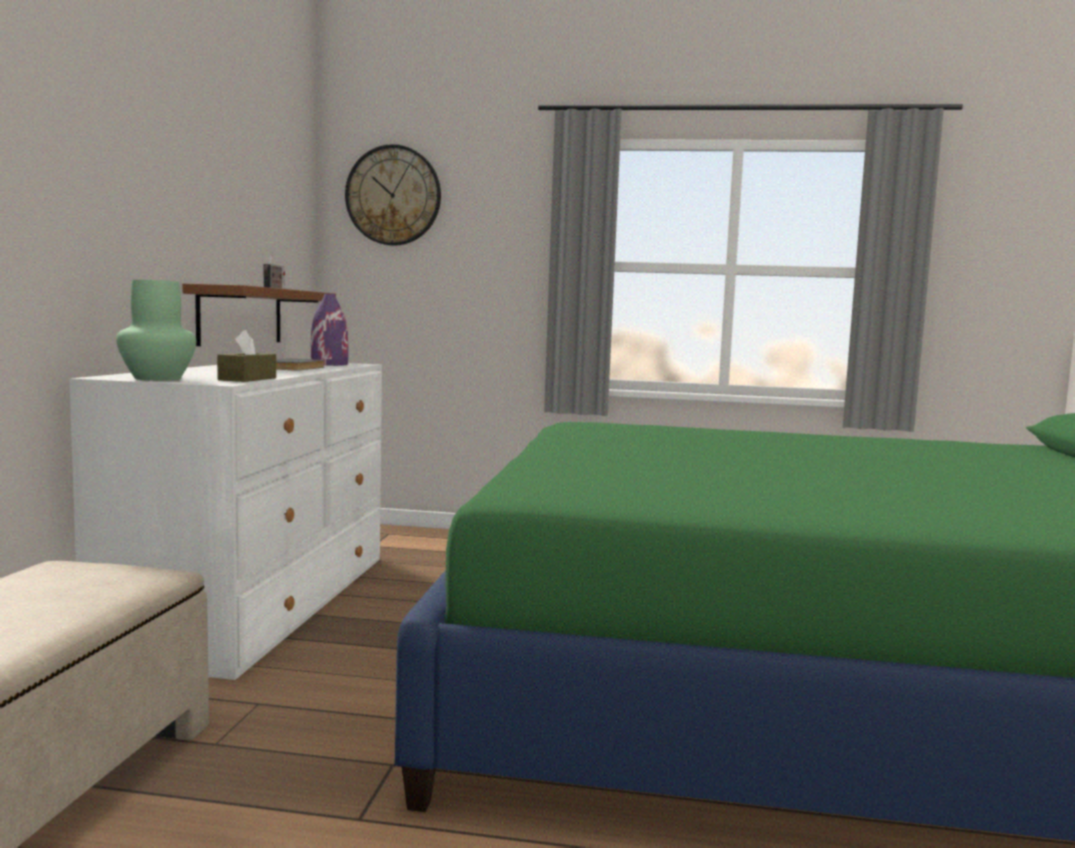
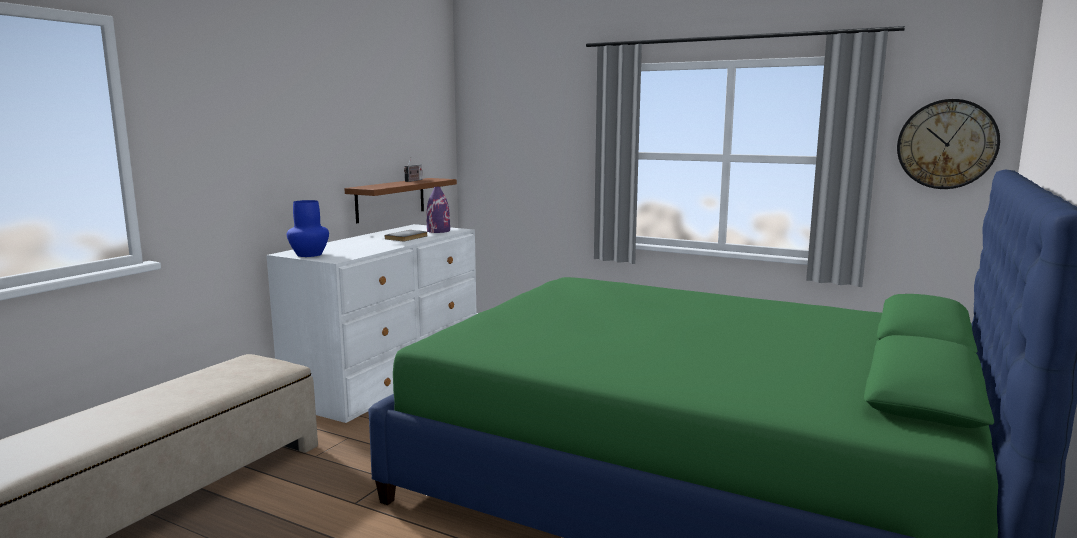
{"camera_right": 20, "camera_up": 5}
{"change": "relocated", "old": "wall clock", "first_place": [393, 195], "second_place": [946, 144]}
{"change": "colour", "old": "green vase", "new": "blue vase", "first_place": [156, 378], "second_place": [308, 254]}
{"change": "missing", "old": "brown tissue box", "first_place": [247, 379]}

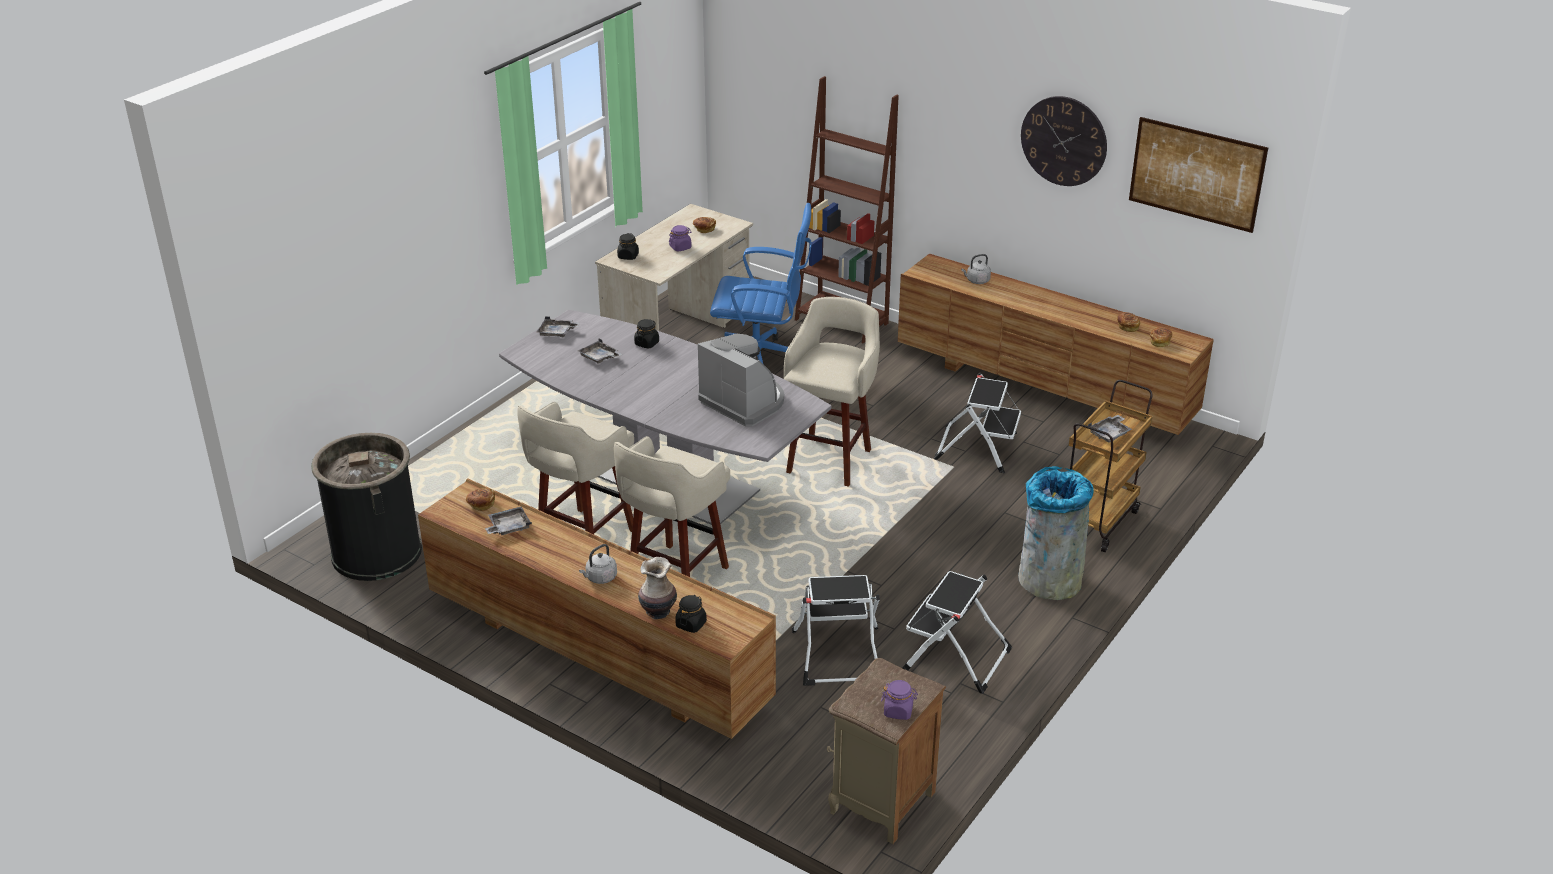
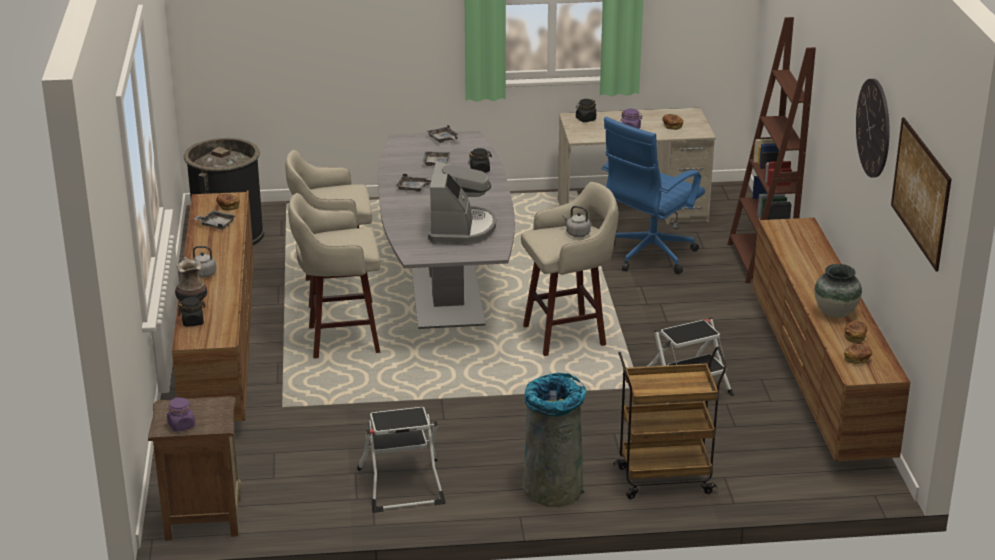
{"camera_right": 50, "camera_up": -5}
{"change": "spun", "old": "blue office chair", "first_place": [762, 361], "second_place": [648, 256], "degrees": 75}
{"change": "relocated", "old": "grey kettle", "first_place": [976, 281], "second_place": [576, 233]}
{"change": "relocated", "old": "grey tray", "first_place": [1110, 434], "second_place": [414, 188]}
{"change": "missing", "old": "step ladder", "first_place": [838, 653]}
{"change": "appeared", "new": "vase", "second_place": [835, 313]}

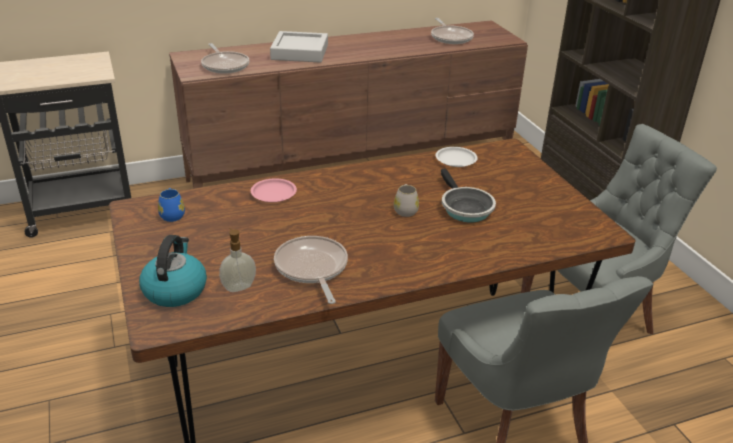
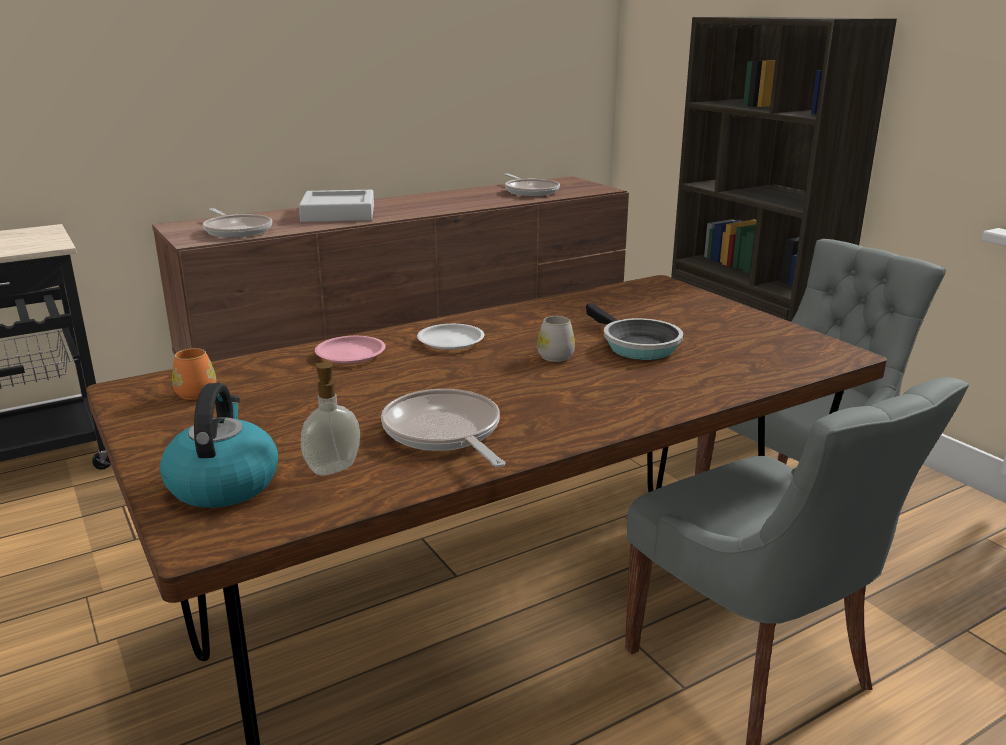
{"camera_right": -10, "camera_up": -10}
{"change": "relocated", "old": "white plate", "first_place": [456, 160], "second_place": [451, 341]}
{"change": "colour", "old": "blue mug", "new": "orange mug", "first_place": [172, 214], "second_place": [195, 391]}

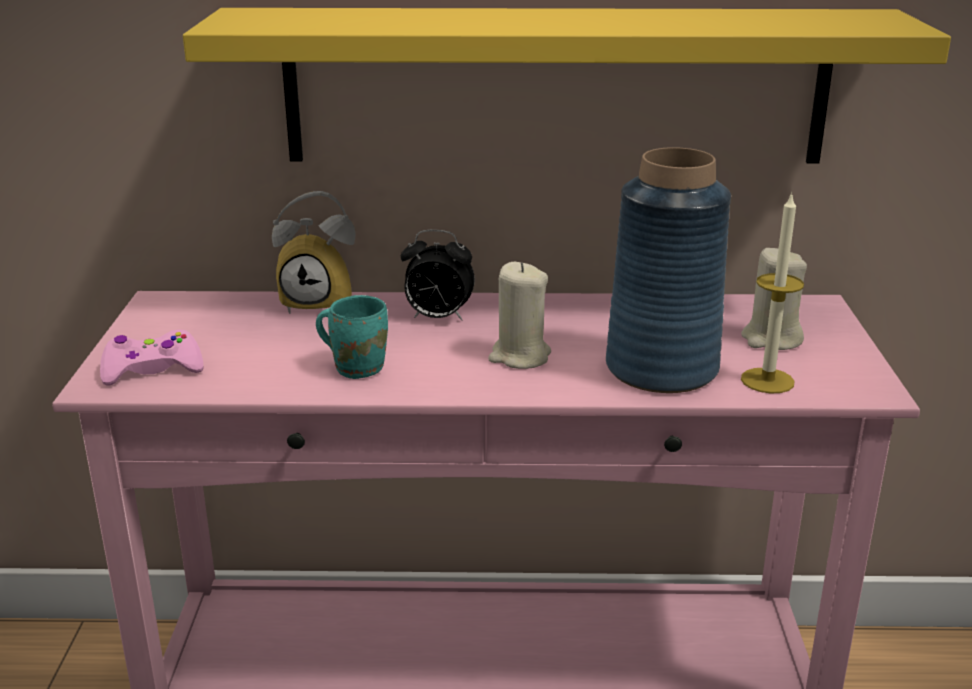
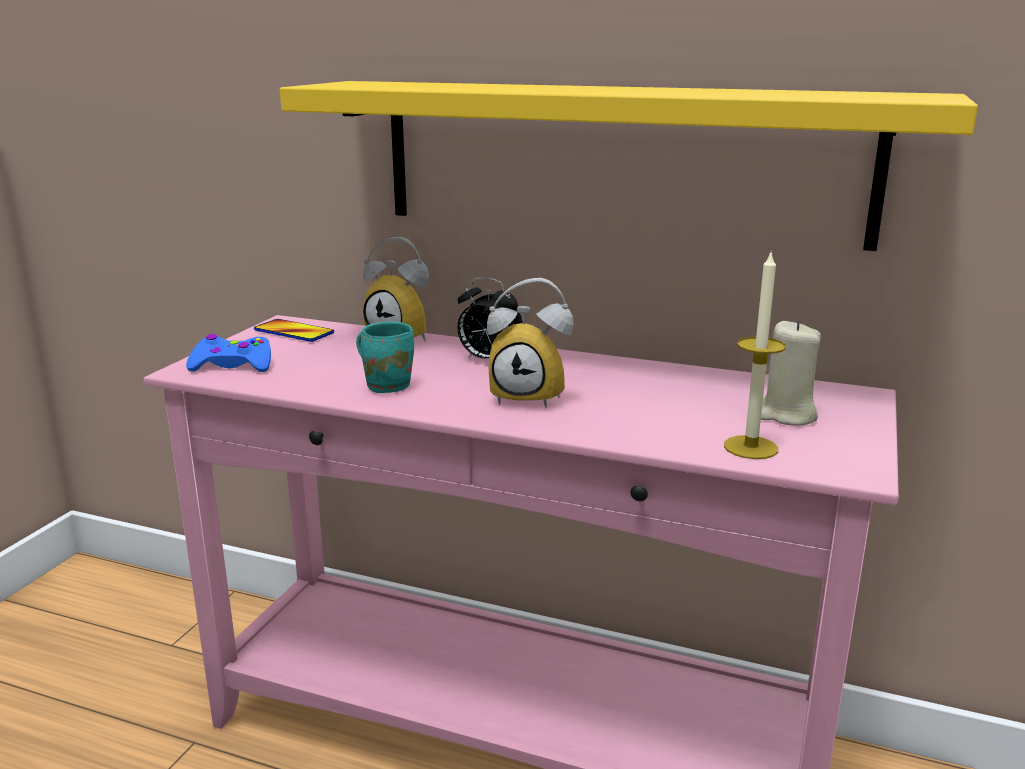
{"camera_right": 20, "camera_up": -5}
{"change": "missing", "old": "blue vase", "first_place": [662, 368]}
{"change": "exchanged", "old": "beige candle", "new": "alarm clock", "first_place": [519, 357], "second_place": [531, 396]}
{"change": "colour", "old": "pink game controller", "new": "blue game controller", "first_place": [152, 369], "second_place": [233, 365]}
{"change": "appeared", "new": "phone", "second_place": [294, 332]}

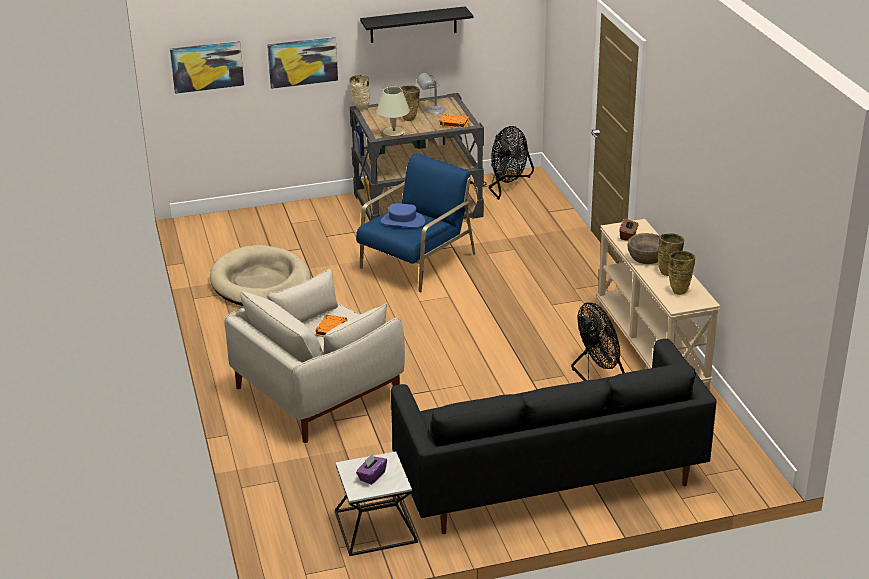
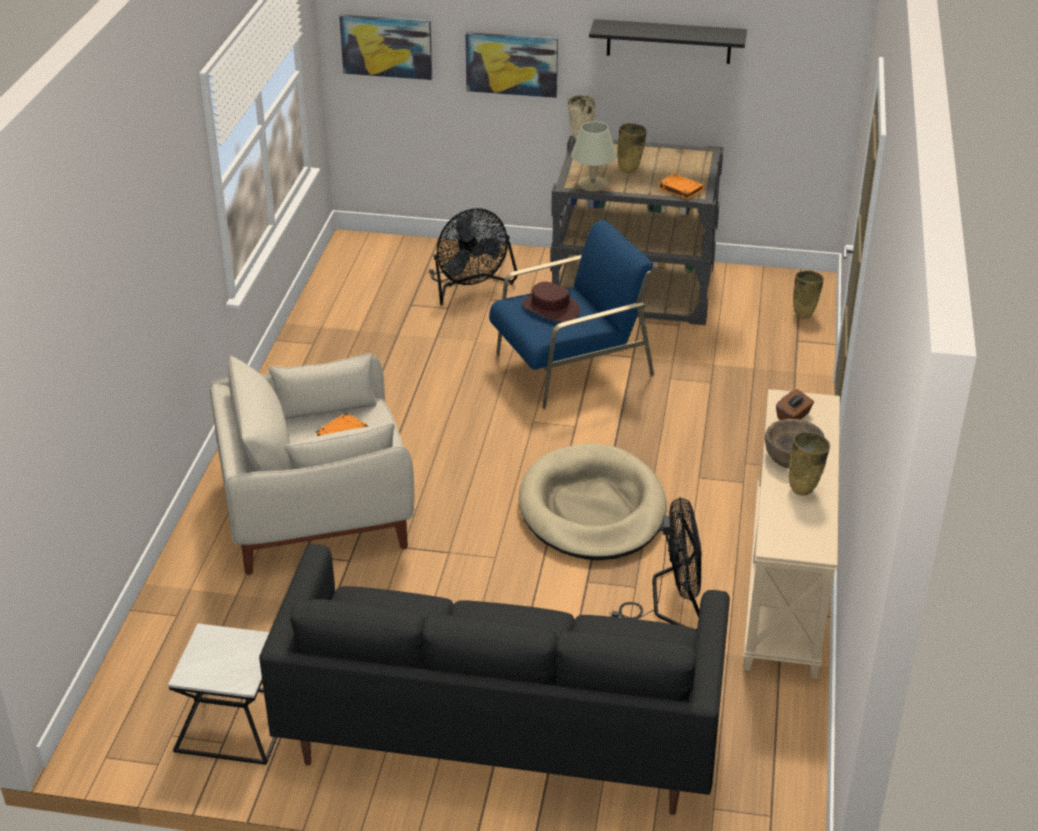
{"camera_right": 25, "camera_up": 5}
{"change": "missing", "old": "grey table lamp", "first_place": [431, 110]}
{"change": "relocated", "old": "black fan", "first_place": [502, 186], "second_place": [466, 287]}
{"change": "colour", "old": "blue hat", "new": "brown hat", "first_place": [402, 221], "second_place": [550, 308]}
{"change": "relocated", "old": "beige dog bed", "first_place": [261, 282], "second_place": [592, 509]}
{"change": "relocated", "old": "beige vase", "first_place": [679, 290], "second_place": [804, 314]}
{"change": "missing", "old": "purple tissue box", "first_place": [371, 476]}

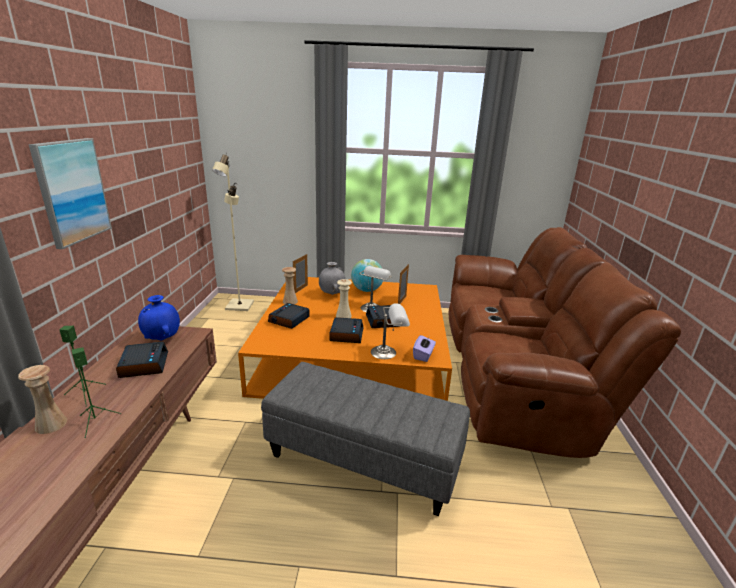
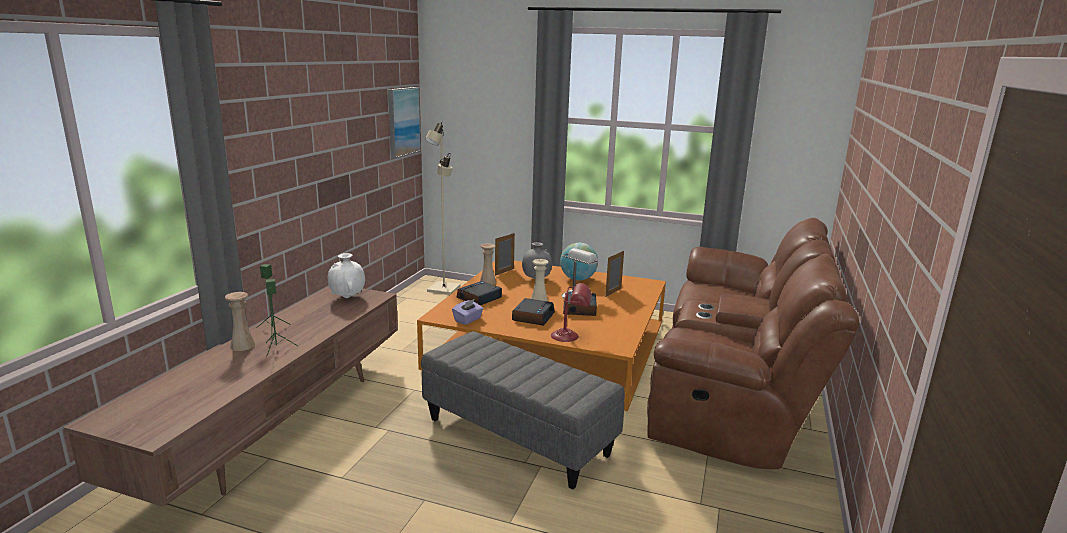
{"camera_right": 15, "camera_up": -5}
{"change": "relocated", "old": "picture", "first_place": [72, 191], "second_place": [403, 121]}
{"change": "colour", "old": "blue vase", "new": "white vase", "first_place": [162, 339], "second_place": [347, 297]}
{"change": "colour", "old": "white table lamp", "new": "red table lamp", "first_place": [389, 352], "second_place": [570, 336]}
{"change": "relocated", "old": "purple tissue box", "first_place": [423, 355], "second_place": [468, 320]}
{"change": "missing", "old": "alarm clock", "first_place": [143, 364]}

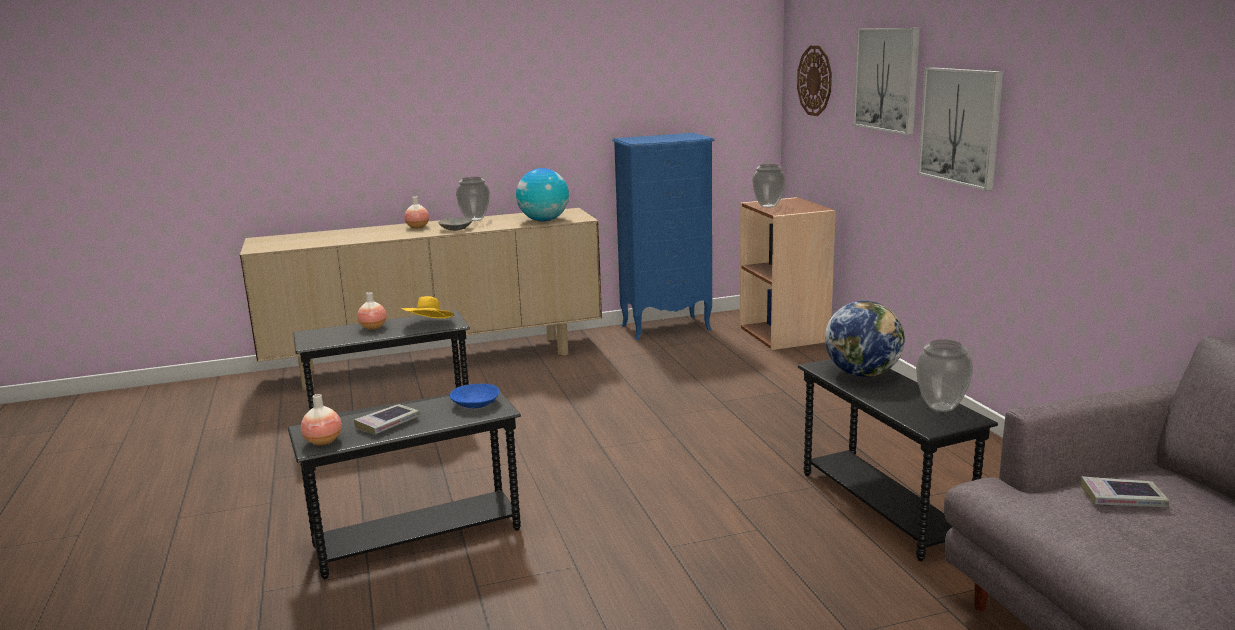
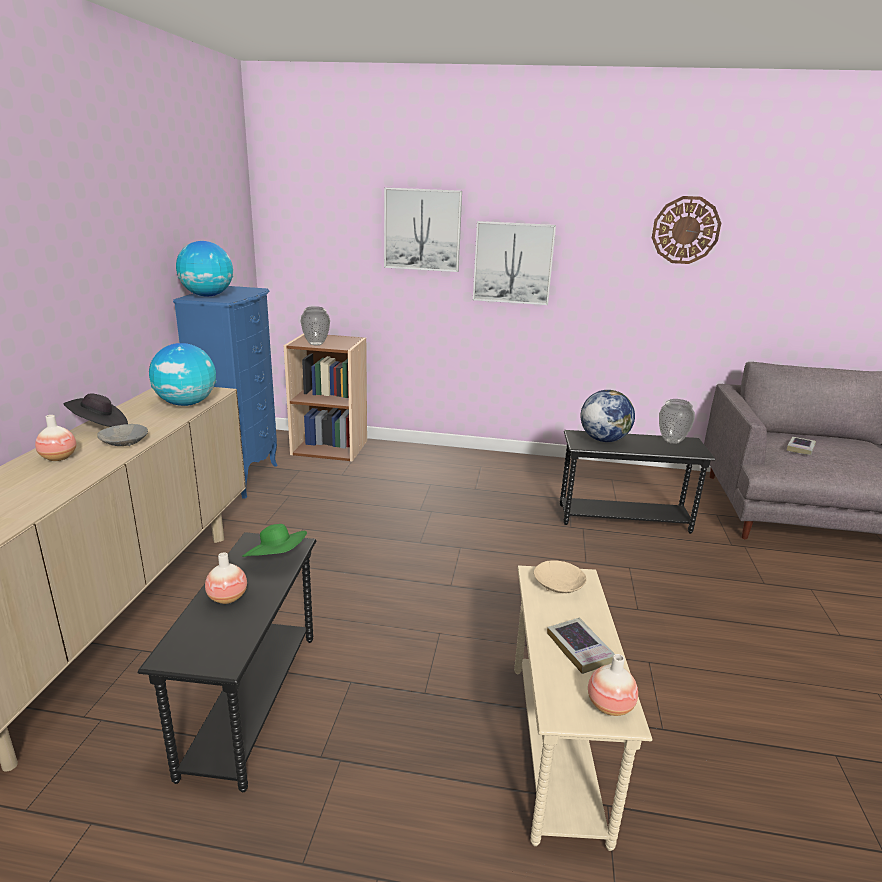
{"camera_right": -65, "camera_up": 5}
{"change": "relocated", "old": "wall clock", "first_place": [815, 80], "second_place": [685, 230]}
{"change": "exchanged", "old": "vase", "new": "black hat", "first_place": [474, 220], "second_place": [99, 426]}
{"change": "colour", "old": "yellow hat", "new": "green hat", "first_place": [429, 325], "second_place": [277, 559]}
{"change": "colour", "old": "blue bowl", "new": "beige bowl", "first_place": [475, 404], "second_place": [558, 586]}
{"change": "colour", "old": "black side table", "new": "beige side table", "first_place": [417, 538], "second_place": [555, 748]}
{"change": "appeared", "new": "globe", "second_place": [207, 296]}

